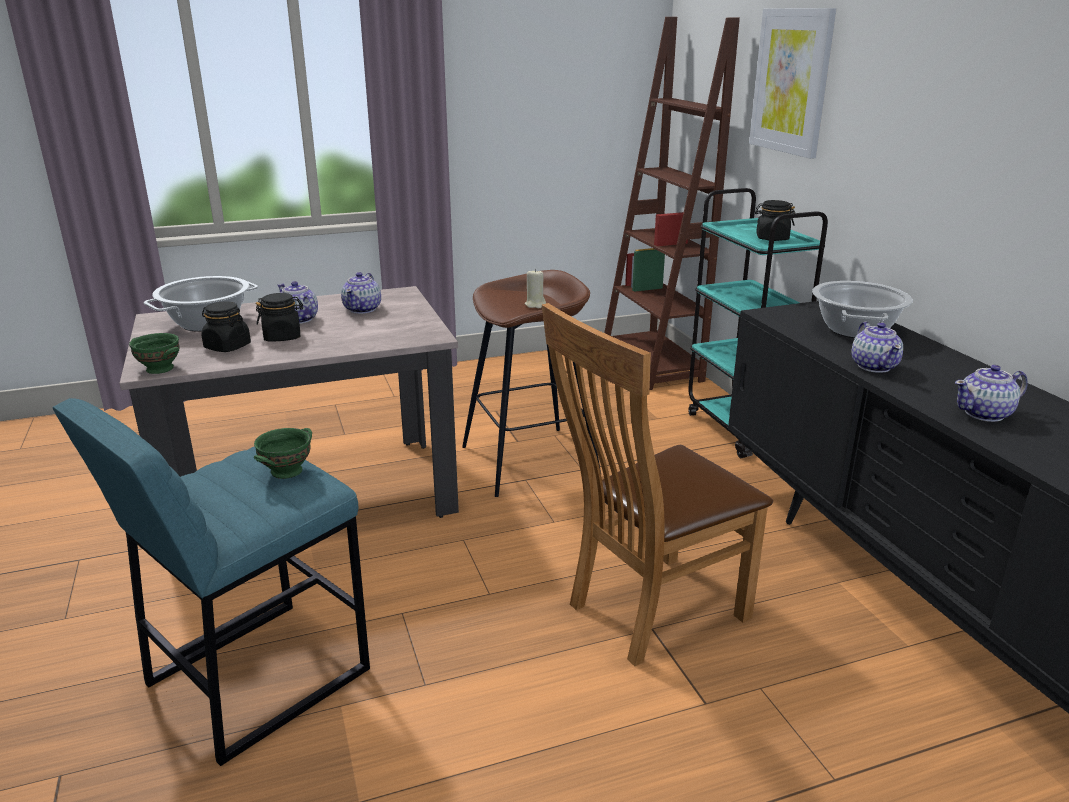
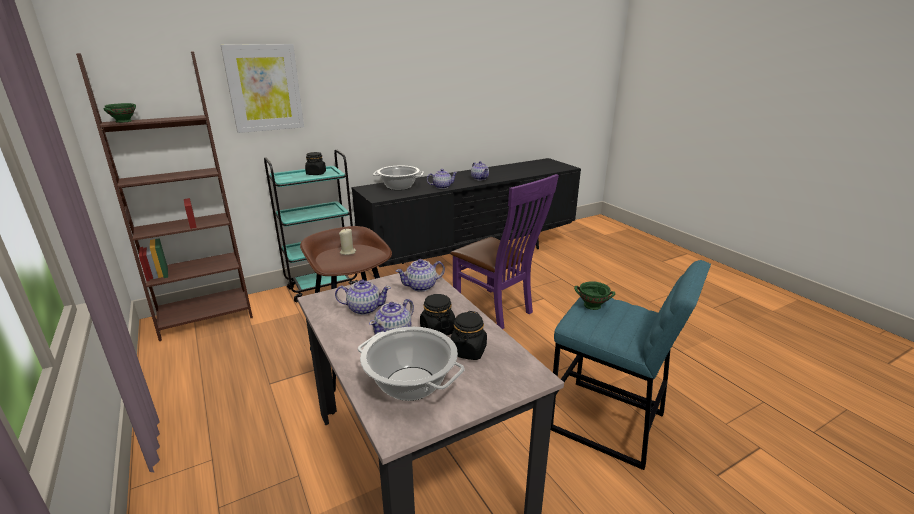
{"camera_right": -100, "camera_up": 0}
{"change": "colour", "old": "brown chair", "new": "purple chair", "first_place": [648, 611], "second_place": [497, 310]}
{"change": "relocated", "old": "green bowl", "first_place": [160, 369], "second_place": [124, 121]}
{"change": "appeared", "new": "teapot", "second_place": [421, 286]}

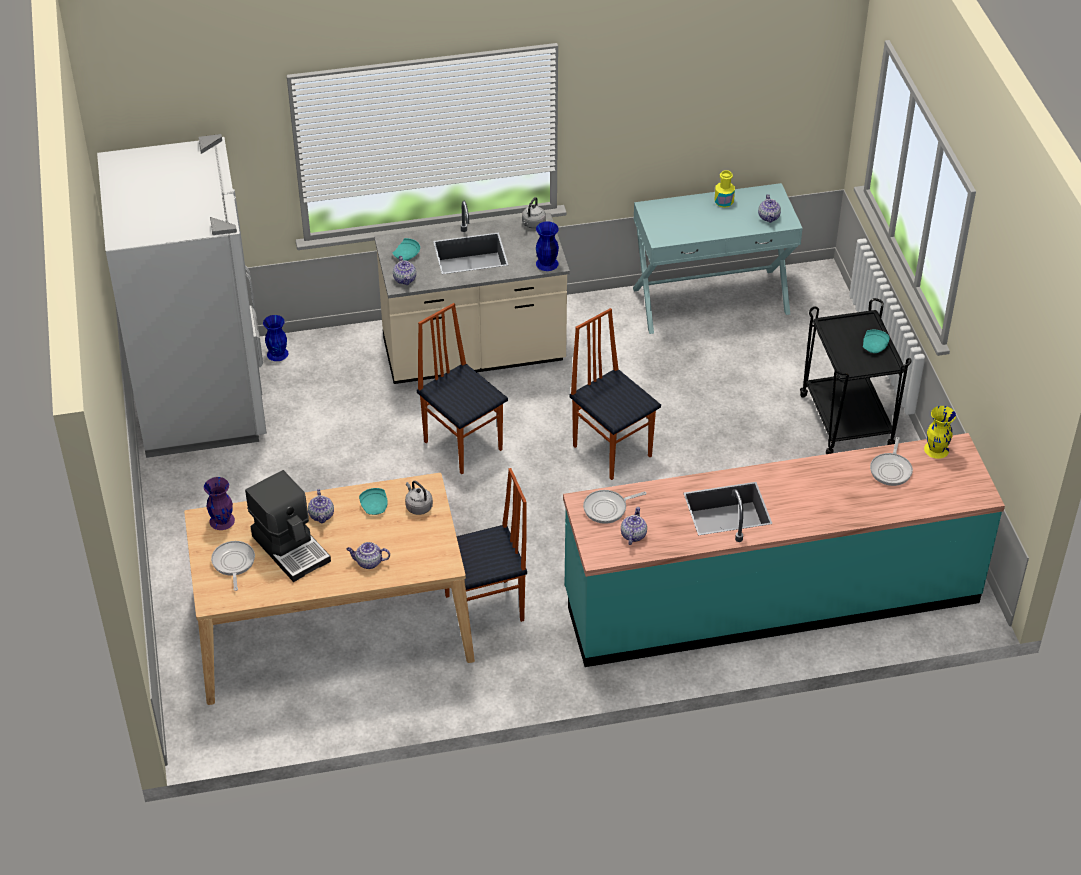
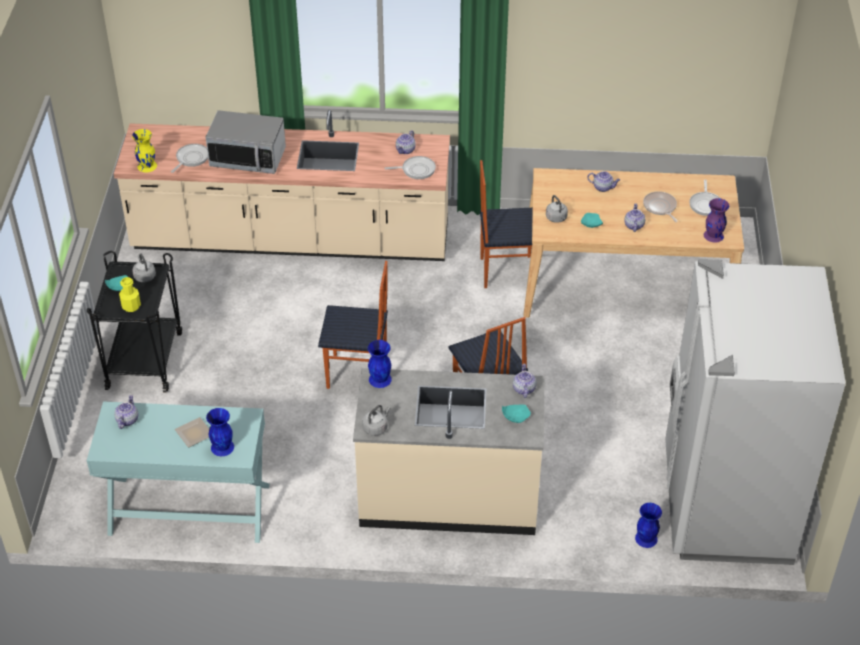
{"camera_right": -165, "camera_up": 0}
{"change": "relocated", "old": "yellow bottle", "first_place": [724, 202], "second_place": [131, 306]}
{"change": "spun", "old": "chair", "first_place": [612, 450], "second_place": [357, 374], "degrees": -60}
{"change": "colour", "old": "turquoise counter", "new": "beige counter", "first_place": [771, 597], "second_place": [291, 240]}
{"change": "exchanged", "old": "coffee machine", "new": "frying pan", "first_place": [291, 547], "second_place": [660, 207]}
{"change": "appeared", "new": "microwave", "second_place": [248, 158]}
{"change": "appeared", "new": "grey kettle", "second_place": [144, 276]}
{"change": "appeared", "new": "blue vase", "second_place": [222, 447]}
{"change": "appeared", "new": "plate", "second_place": [193, 433]}

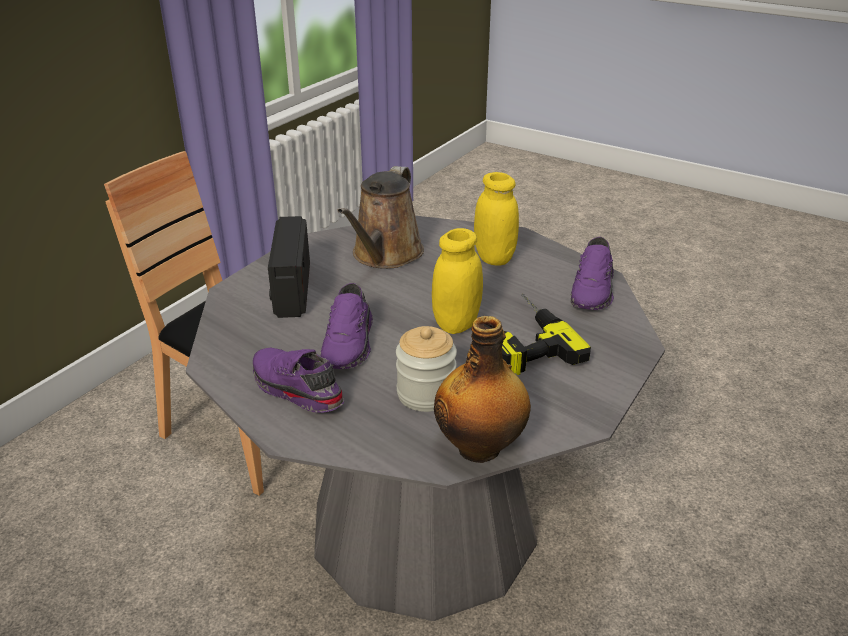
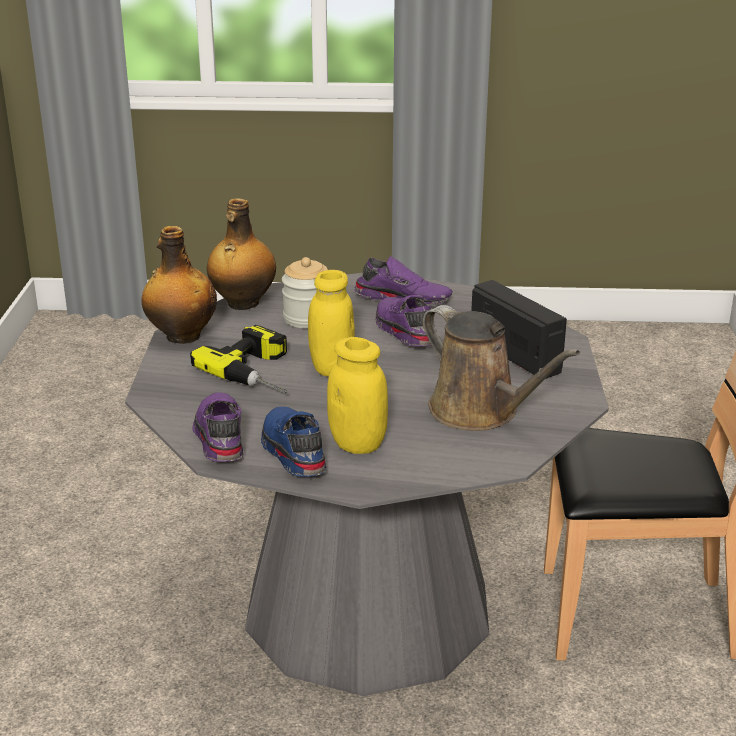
{"camera_right": 150, "camera_up": -5}
{"change": "spun", "old": "brown watering can", "first_place": [385, 255], "second_place": [479, 412], "degrees": 150}
{"change": "appeared", "new": "bottle", "second_place": [182, 336]}
{"change": "appeared", "new": "blue shoe", "second_place": [291, 452]}

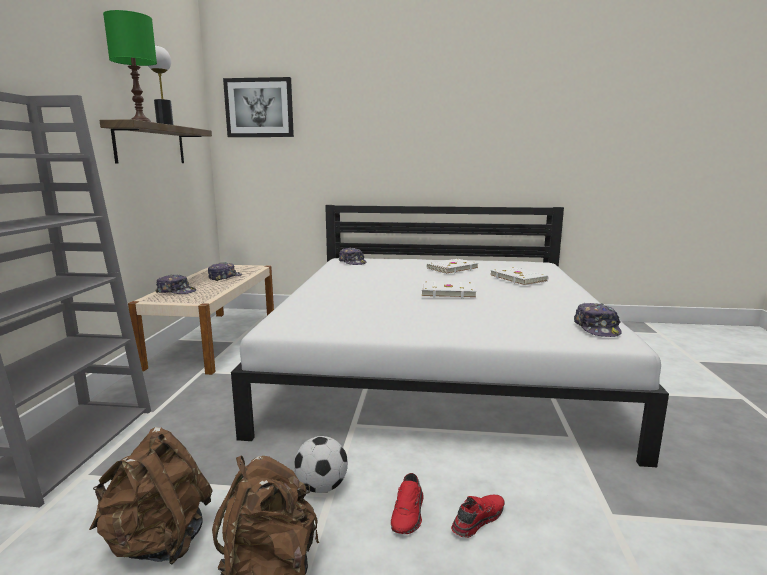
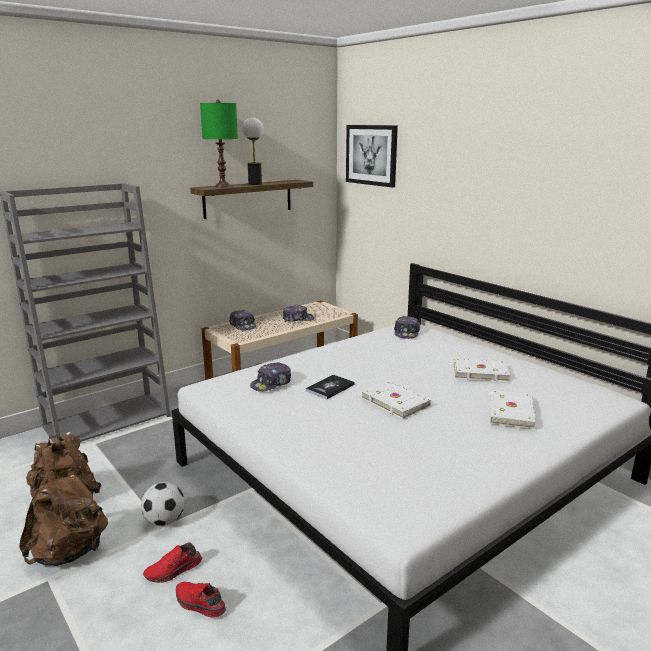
{"camera_right": 45, "camera_up": 5}
{"change": "relocated", "old": "cap", "first_place": [597, 328], "second_place": [271, 384]}
{"change": "spun", "old": "red shoe", "first_place": [477, 519], "second_place": [199, 604], "degrees": -150}
{"change": "appeared", "new": "book", "second_place": [330, 388]}

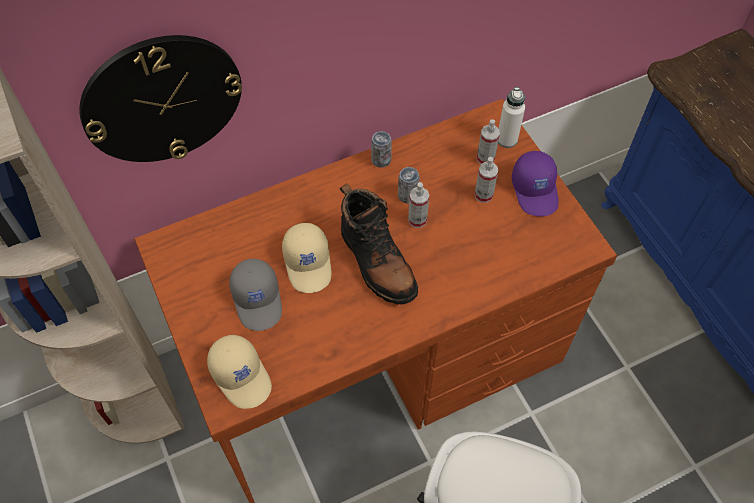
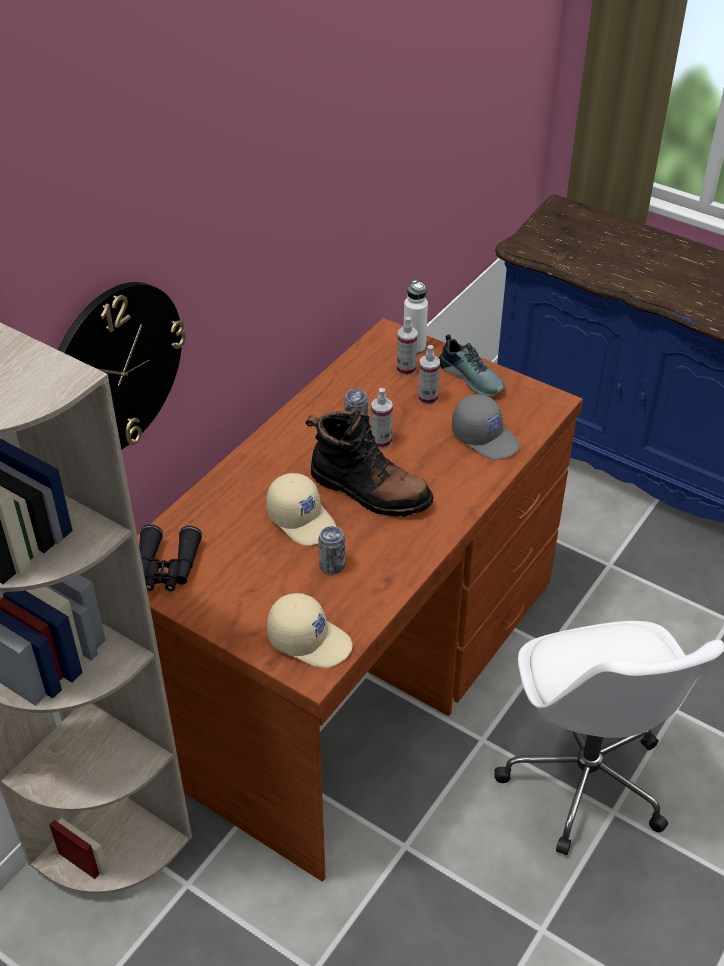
{"camera_right": -30, "camera_up": -15}
{"change": "relocated", "old": "can", "first_place": [381, 160], "second_place": [332, 565]}
{"change": "exchanged", "old": "purple cap", "new": "shoe", "first_place": [536, 190], "second_place": [472, 377]}
{"change": "relocated", "old": "grey cap", "first_place": [258, 300], "second_place": [485, 437]}
{"change": "appeared", "new": "black binoculars", "second_place": [166, 568]}

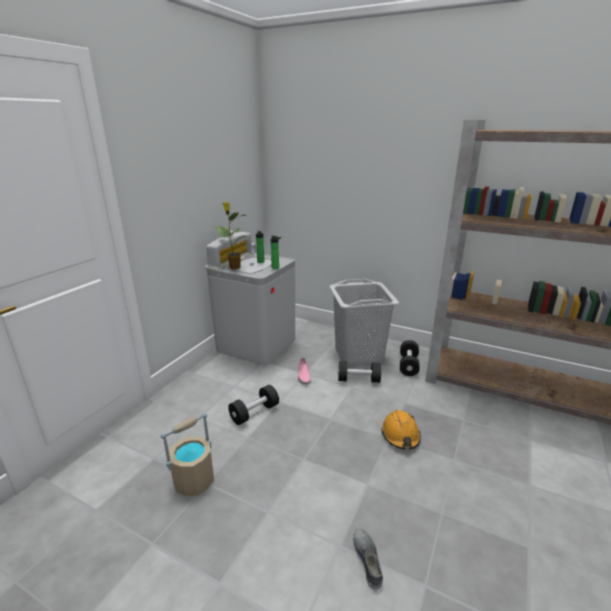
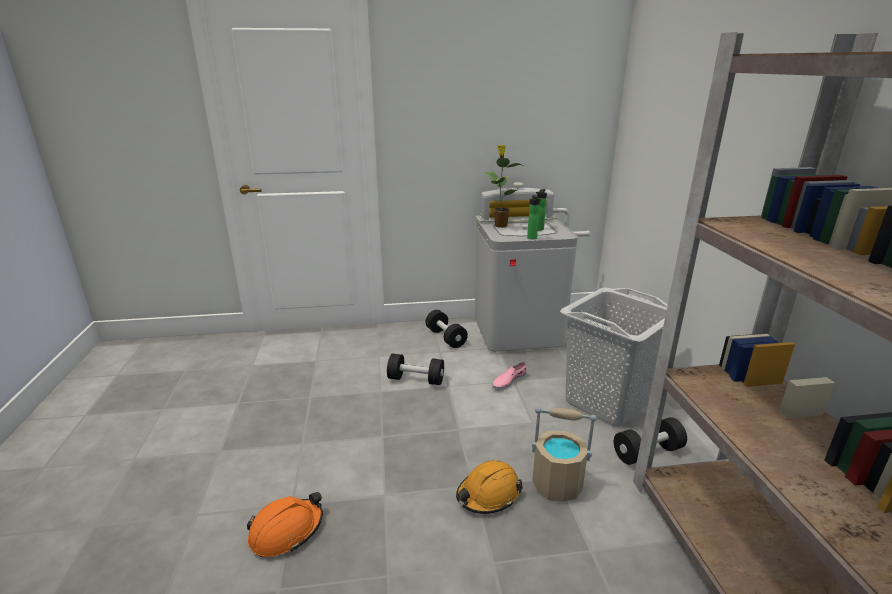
{"camera_right": 55, "camera_up": 0}
{"change": "relocated", "old": "black dumbbell", "first_place": [358, 380], "second_place": [446, 338]}
{"change": "relocated", "old": "beige bucket", "first_place": [194, 480], "second_place": [557, 484]}
{"change": "exchanged", "old": "grey shoe", "new": "orange hard hat", "first_place": [367, 559], "second_place": [286, 531]}

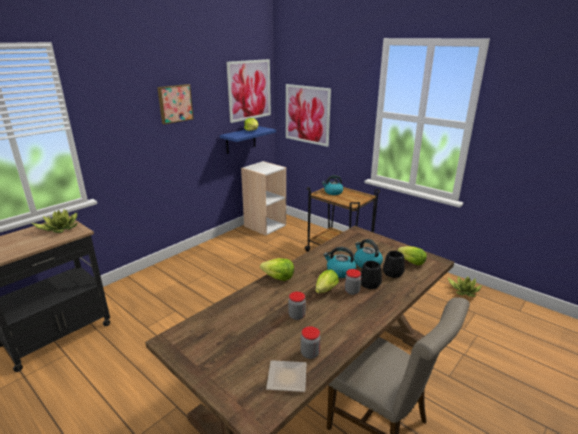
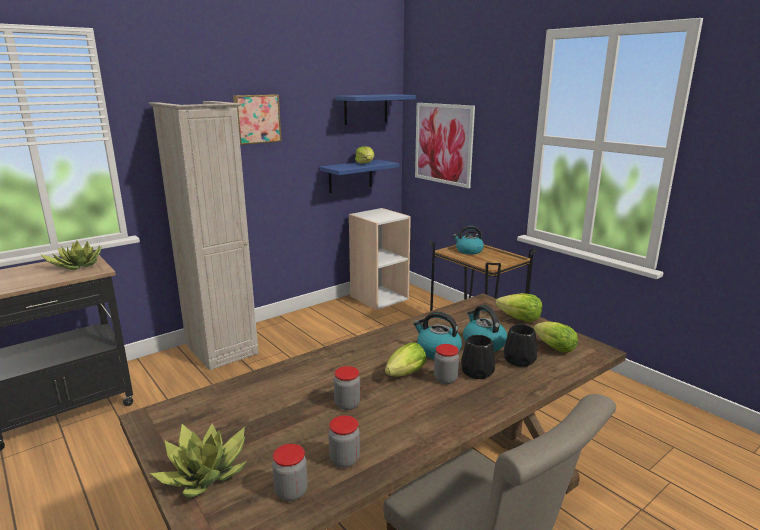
{"camera_right": 10, "camera_up": -5}
{"change": "exchanged", "old": "picture", "new": "blue shelf", "first_place": [249, 90], "second_place": [365, 109]}
{"change": "relocated", "old": "lettuce", "first_place": [278, 277], "second_place": [520, 319]}
{"change": "relocated", "old": "potted plant", "first_place": [464, 291], "second_place": [205, 473]}
{"change": "exchanged", "old": "plate", "new": "jar", "first_place": [285, 379], "second_place": [291, 492]}
{"change": "appeared", "new": "beige cabinet", "second_place": [222, 349]}

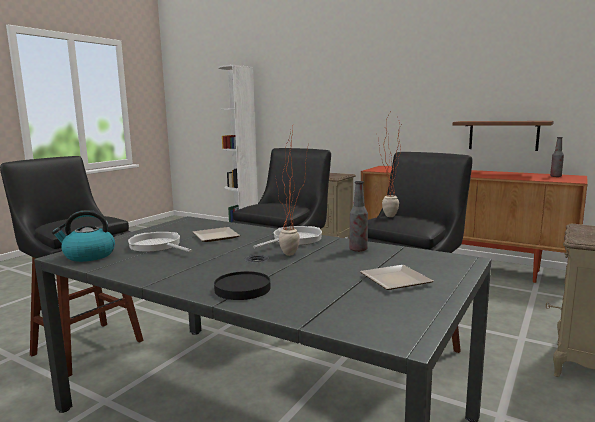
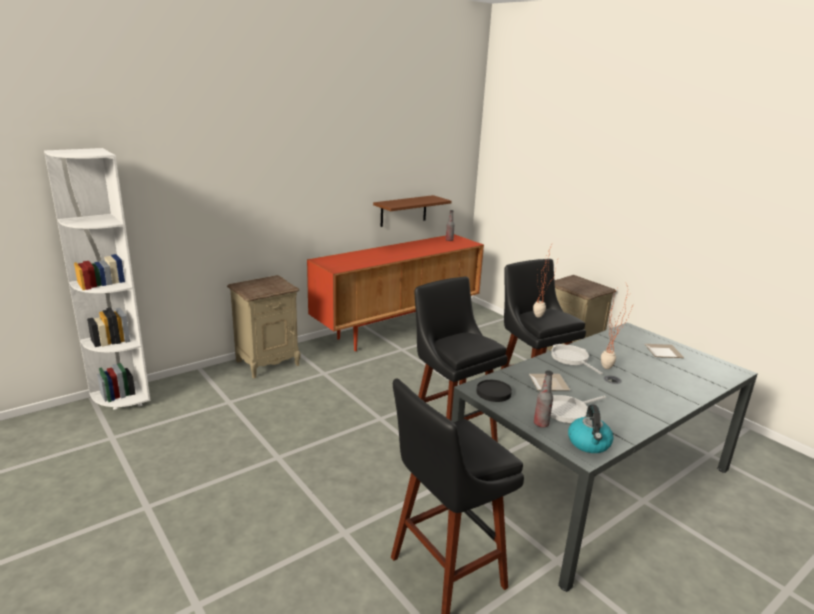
{"camera_right": -70, "camera_up": 10}
{"change": "relocated", "old": "bottle", "first_place": [358, 249], "second_place": [541, 424]}
{"change": "relocated", "old": "black plate", "first_place": [242, 288], "second_place": [493, 392]}

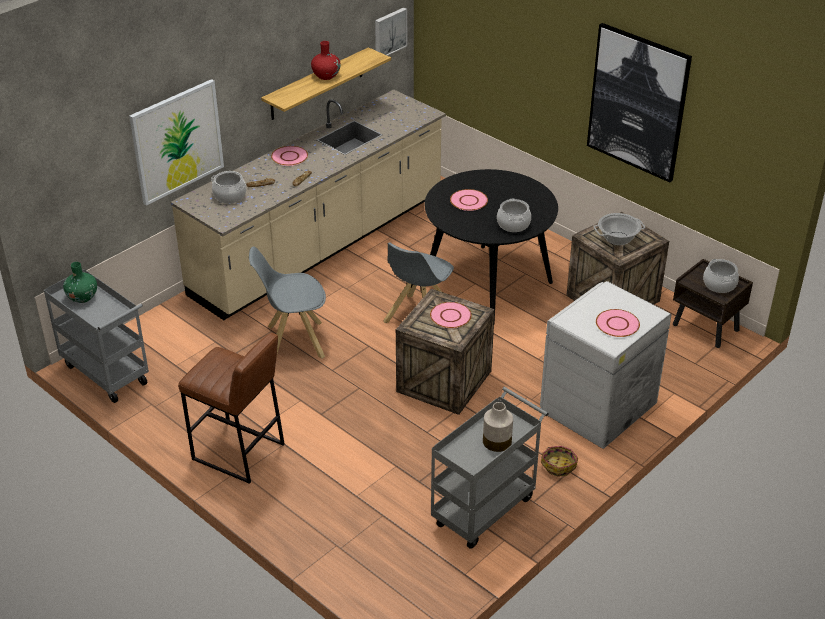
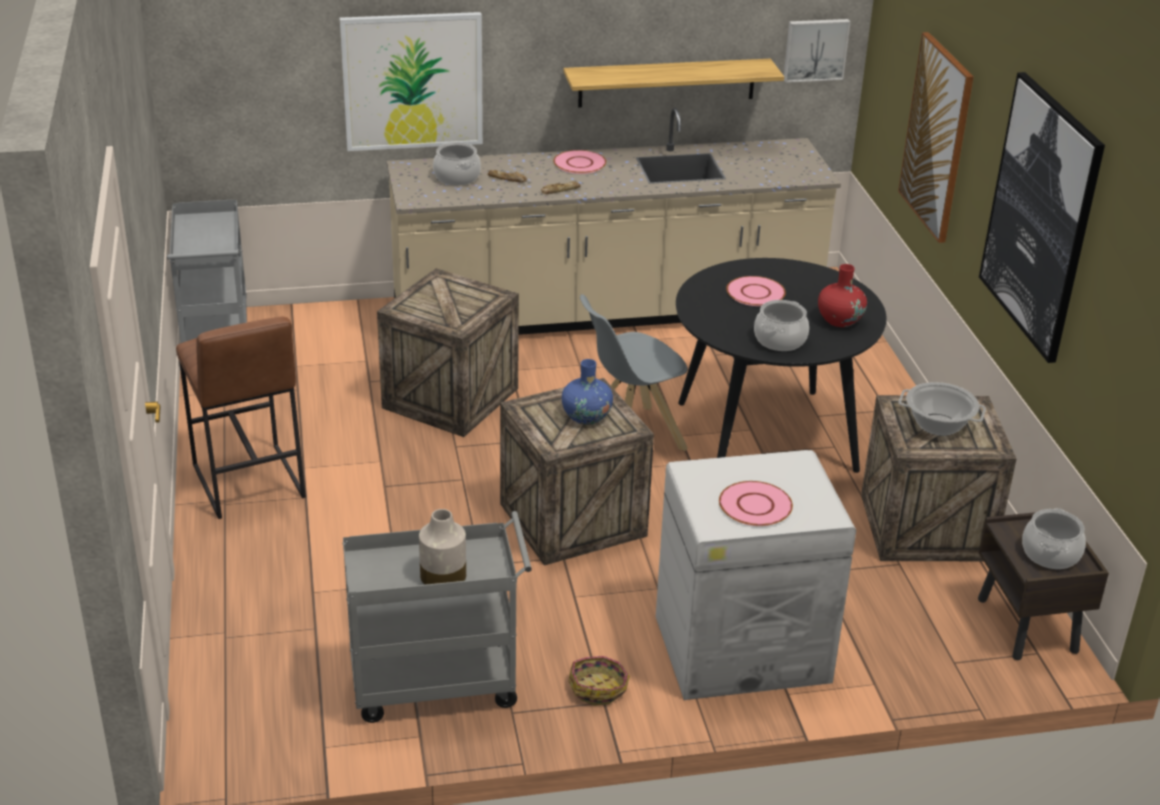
{"camera_right": 35, "camera_up": -5}
{"change": "relocated", "old": "red vase", "first_place": [326, 76], "second_place": [839, 320]}
{"change": "exchanged", "old": "grey chair", "new": "crate", "first_place": [293, 341], "second_place": [450, 397]}
{"change": "missing", "old": "green vase", "first_place": [82, 297]}
{"change": "exchanged", "old": "pink plate", "new": "blue vase", "first_place": [450, 316], "second_place": [586, 417]}
{"change": "appeared", "new": "picture", "second_place": [937, 137]}

